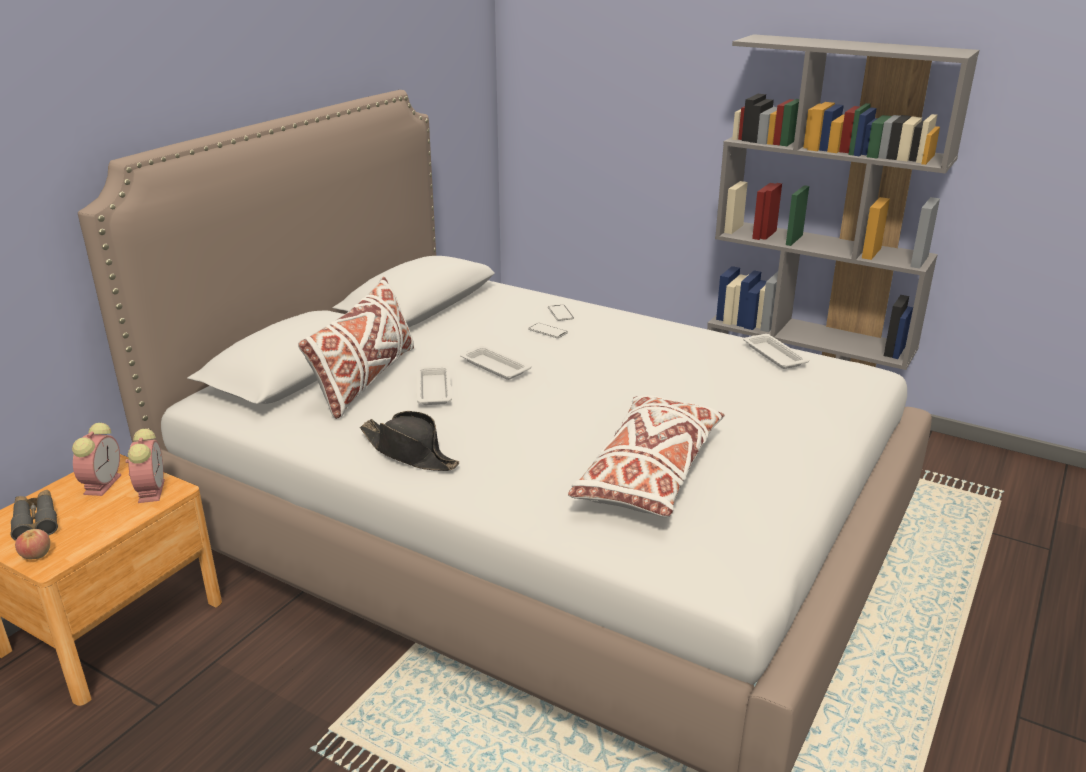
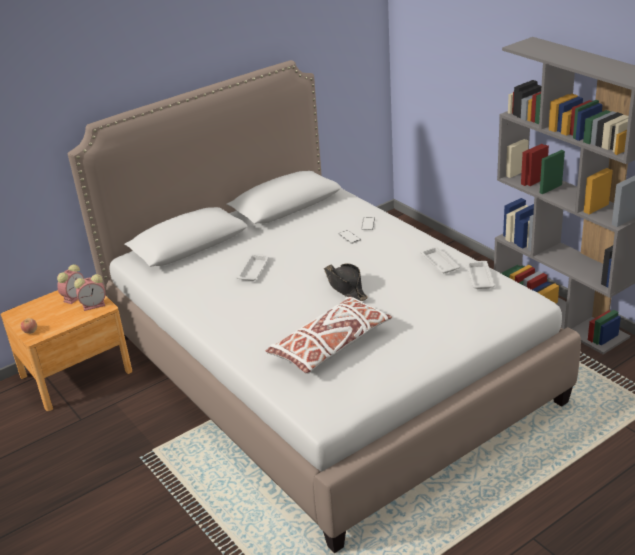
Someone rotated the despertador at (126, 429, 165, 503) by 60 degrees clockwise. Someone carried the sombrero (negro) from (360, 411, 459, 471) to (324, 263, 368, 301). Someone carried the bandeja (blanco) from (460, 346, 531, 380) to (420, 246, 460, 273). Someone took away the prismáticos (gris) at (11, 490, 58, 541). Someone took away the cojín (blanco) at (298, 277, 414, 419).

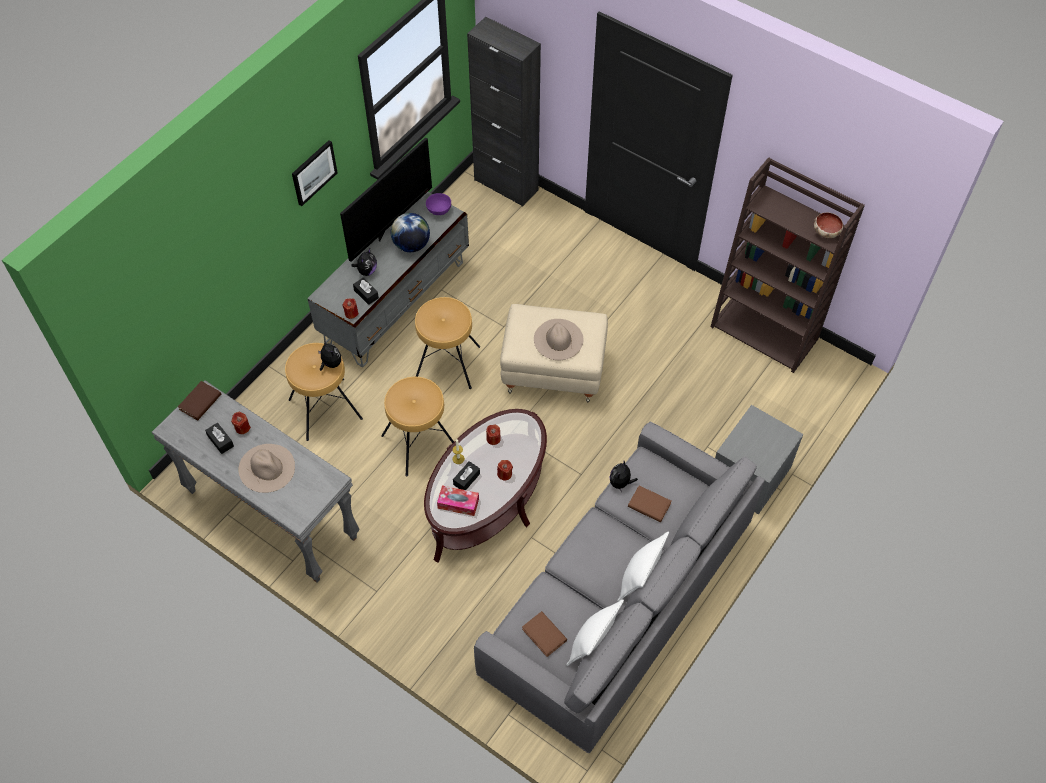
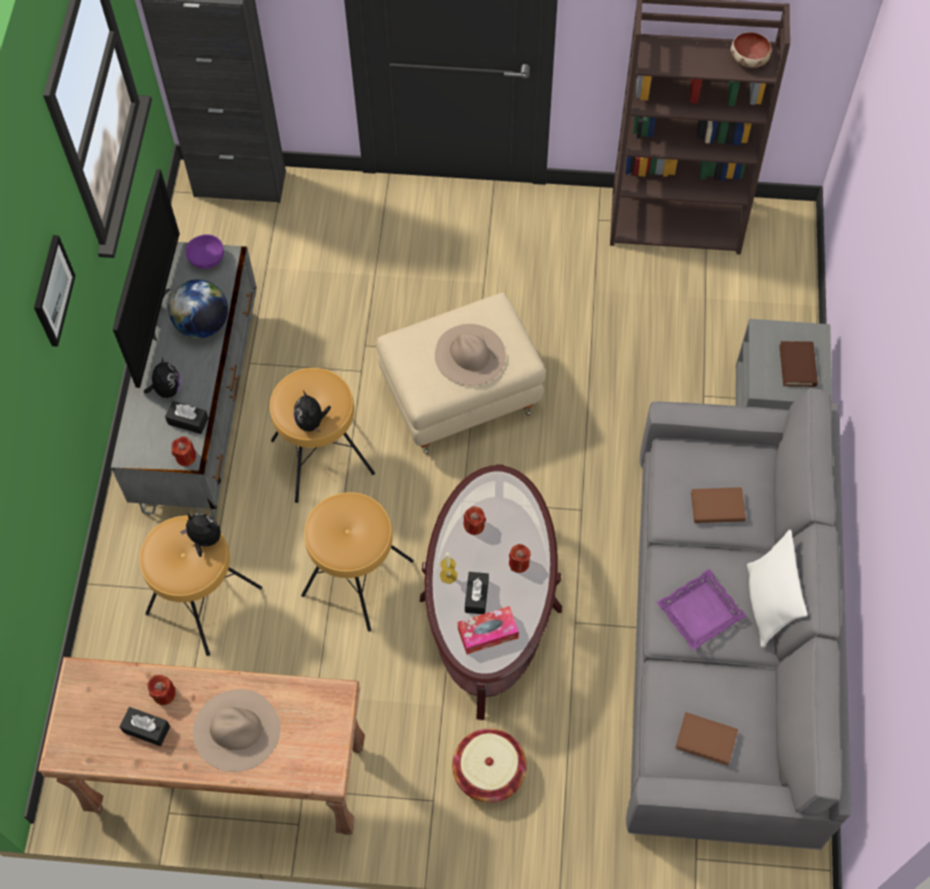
Someone repainted the mesa consola (gris) at (151, 380, 360, 583), which became the mesa consola (marrón) at (38, 657, 365, 835). Someone carried the peluche from (610, 461, 638, 492) to (294, 391, 331, 433). Someone put down the cesta at (452, 729, 527, 803). Someone put down the bandeja (morado) at (656, 569, 747, 651). Someone carried the libro (marrón) from (178, 381, 221, 421) to (779, 341, 818, 387). Someone took away the cojín (blanco) at (566, 599, 624, 666).

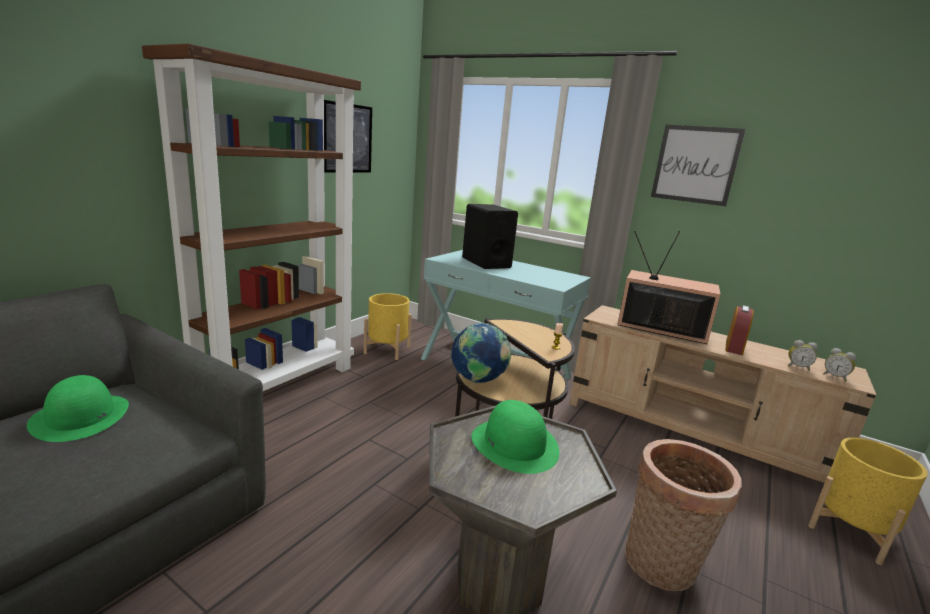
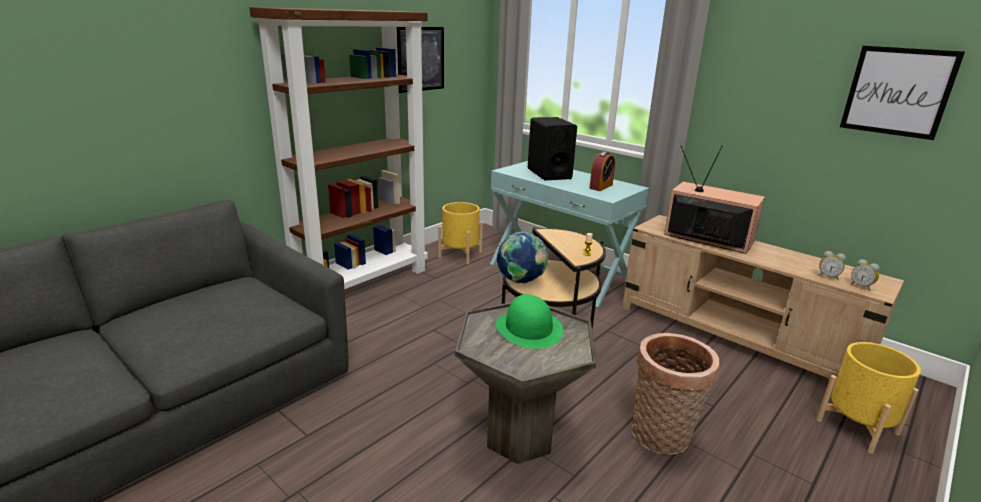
Someone carried the despertador from (725, 305, 754, 355) to (589, 152, 615, 191). Someone carried the cuadro from (651, 124, 746, 206) to (840, 46, 965, 140). Someone took away the sombrero (verde) at (27, 375, 129, 442).

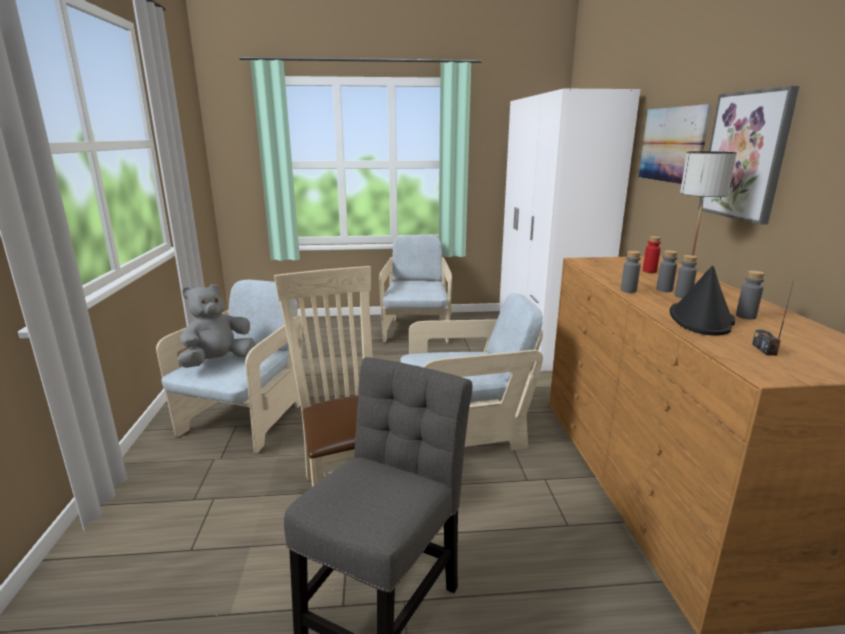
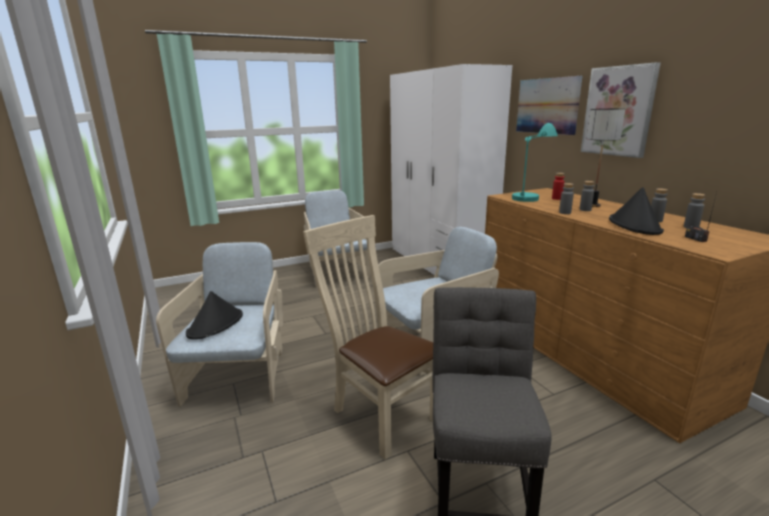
Someone swapped the peluche (gris) at (177, 284, 255, 368) for the sombrero (negro) at (186, 291, 243, 340). Someone put down the lámpara de mesa (turquesa) at (512, 123, 558, 202). Someone carried the botella (gris) from (675, 255, 698, 298) to (684, 193, 705, 228).

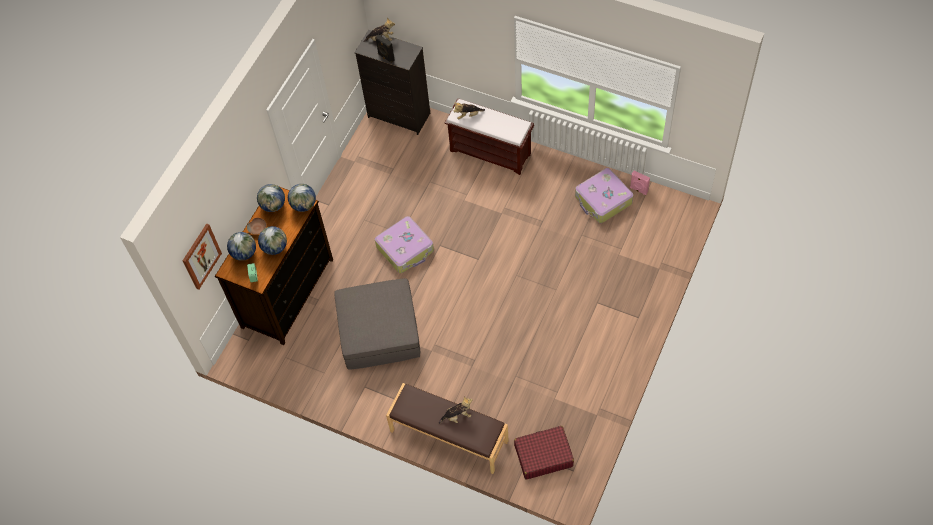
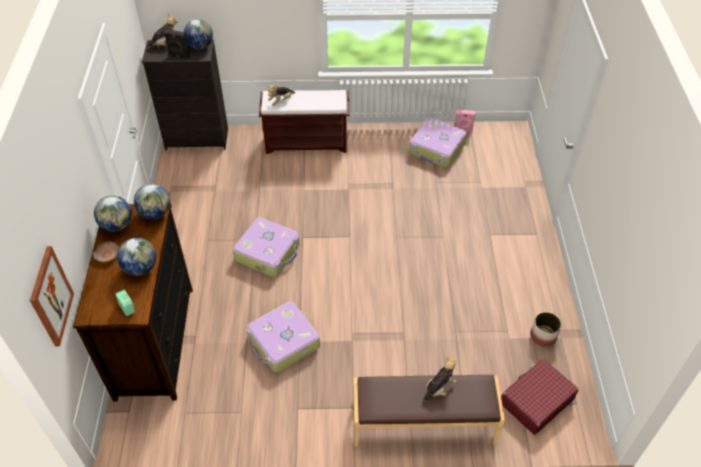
Someone carried the globo terráqueo from (227, 232, 256, 261) to (184, 19, 213, 49). Someone swapped the puf (gris) at (334, 278, 420, 370) for the maleta at (247, 301, 320, 372). Someone put down the maceta at (530, 312, 562, 347).

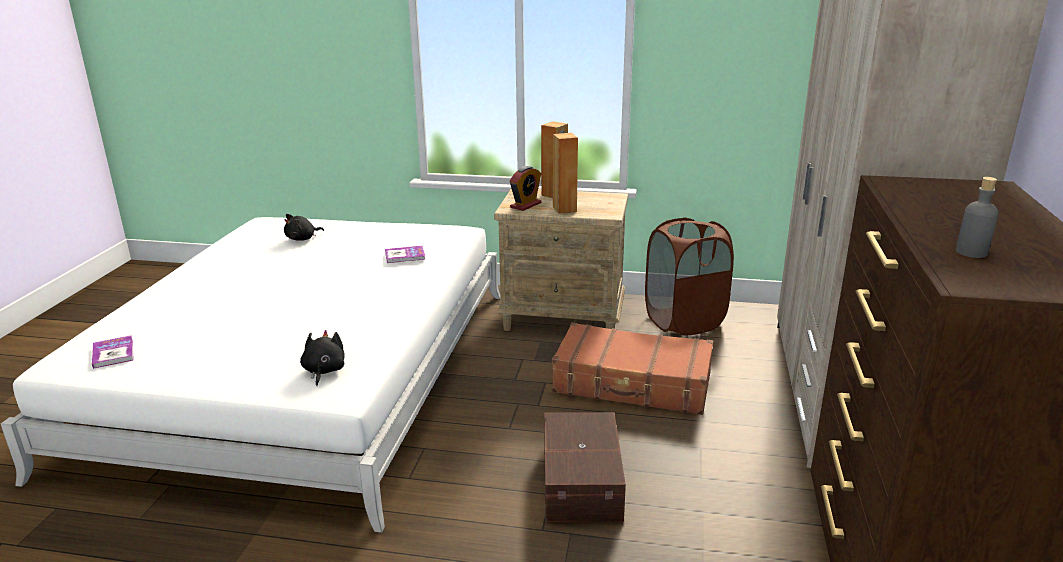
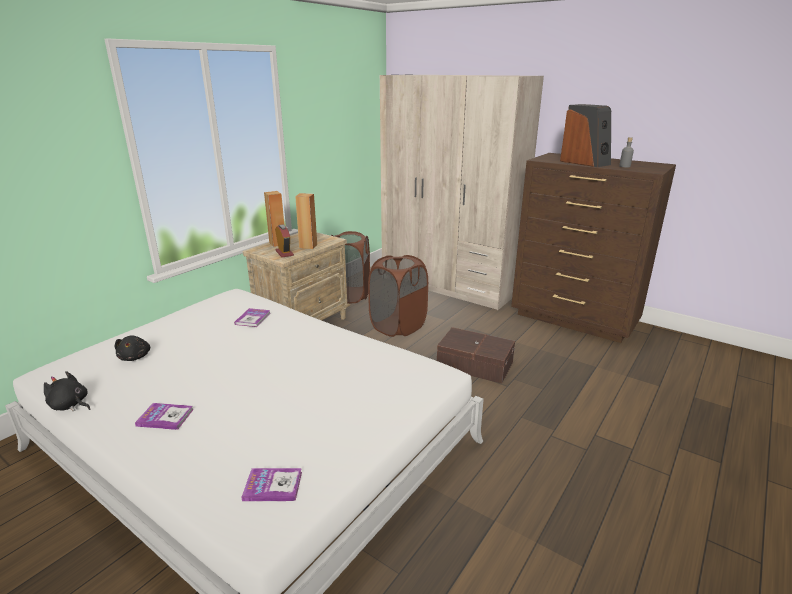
Someone carried the peluche (negro) from (300, 330, 345, 386) to (44, 371, 90, 411). Someone put down the libro at (135, 403, 194, 430). Someone swapped the maleta (marrón) at (552, 323, 713, 415) for the cesto de la ropa (marrón) at (368, 255, 428, 337). Someone put down the altavoz at (560, 104, 611, 167).

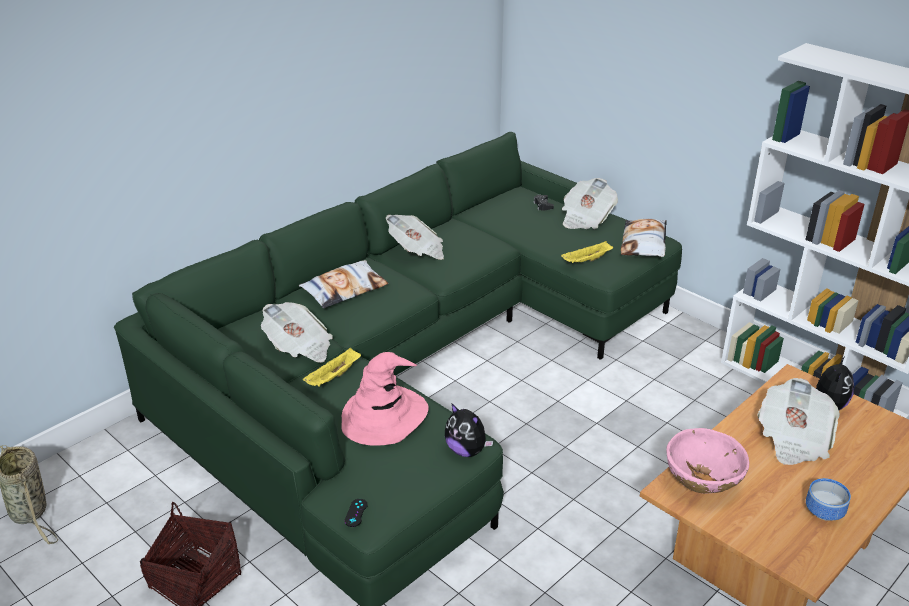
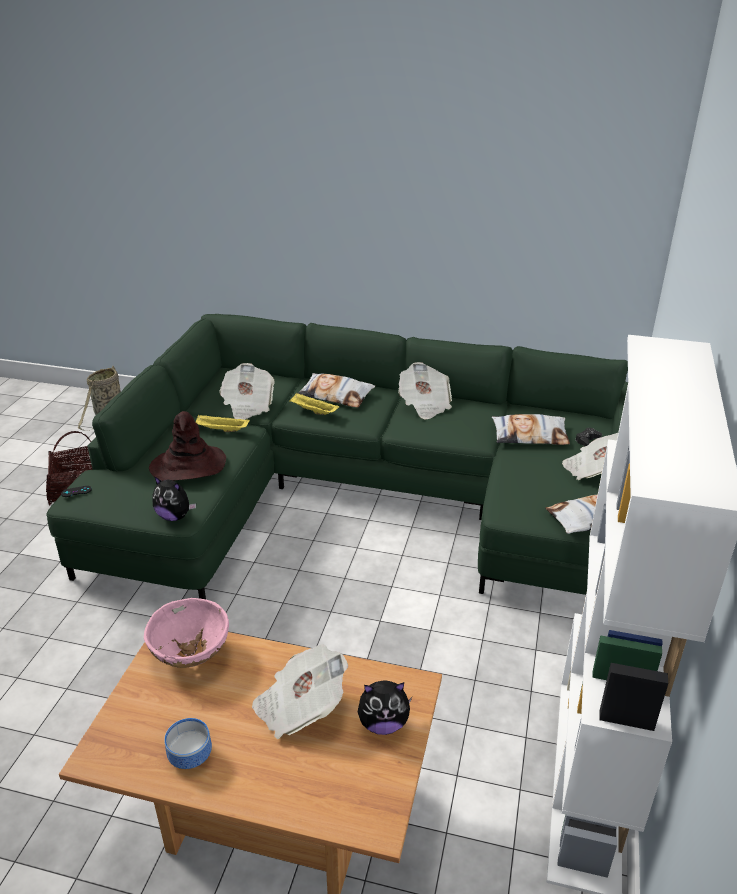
Someone repainted the sombrero (rosa) at (341, 352, 429, 446), which became the sombrero (marrón) at (149, 411, 226, 481). Someone rotated the peluche at (445, 403, 493, 457) by 75 degrees counterclockwise. Someone carried the bandeja (amarillo) from (561, 241, 613, 263) to (289, 393, 339, 415). Someone put down the cojín at (492, 414, 570, 445).

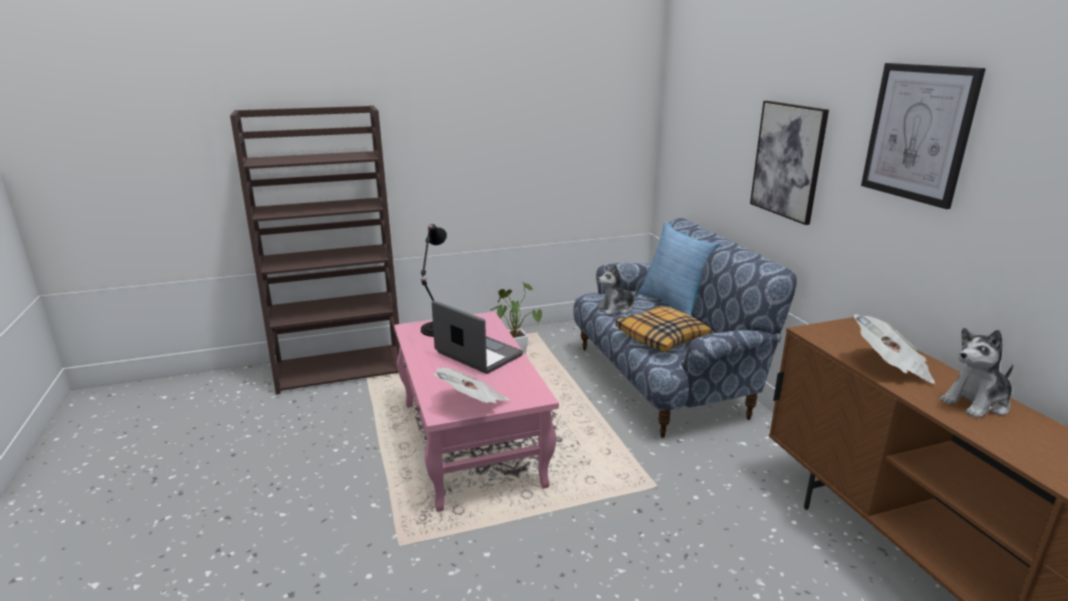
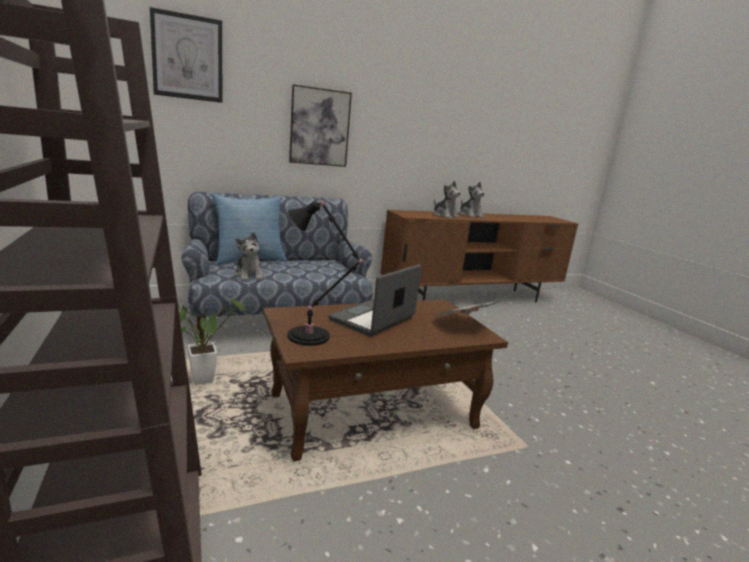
Someone carried the cuadro from (861, 63, 986, 209) to (150, 7, 222, 103). Someone repainted the mesa de centro (rosa) at (394, 312, 559, 512), which became the mesa de centro (marrón) at (263, 299, 508, 461). Someone swapped the periódico at (854, 314, 935, 384) for the peluche at (434, 181, 461, 218). Someone took away the cojín at (616, 306, 712, 352).

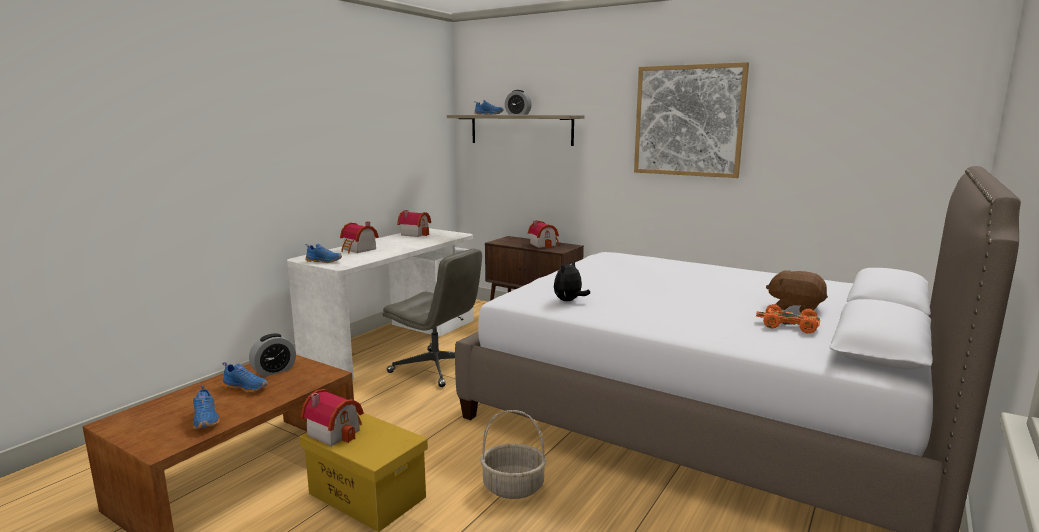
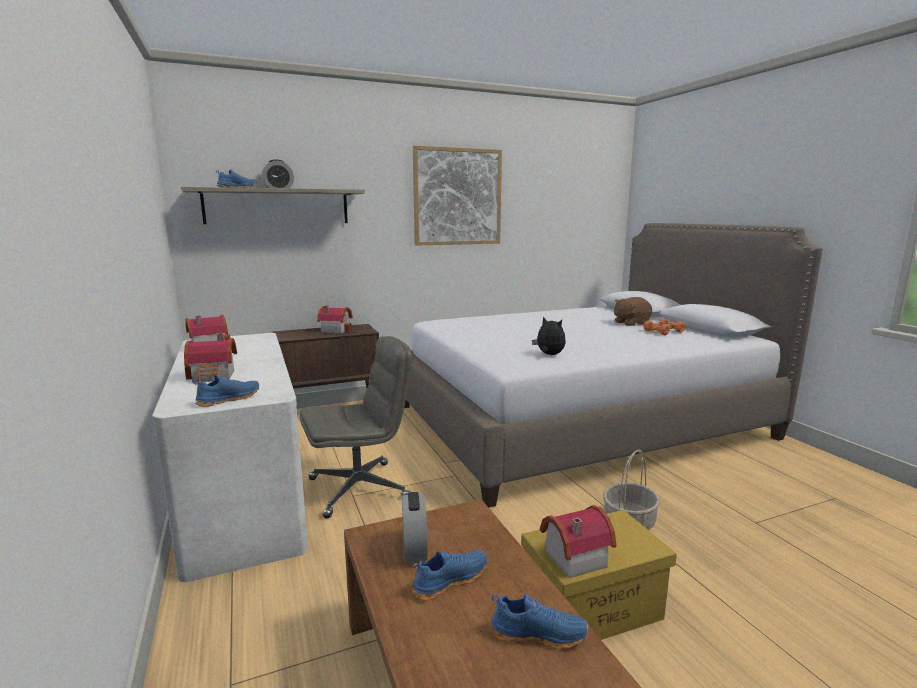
Someone rotated the peluche at (554, 260, 590, 301) by 150 degrees clockwise.

